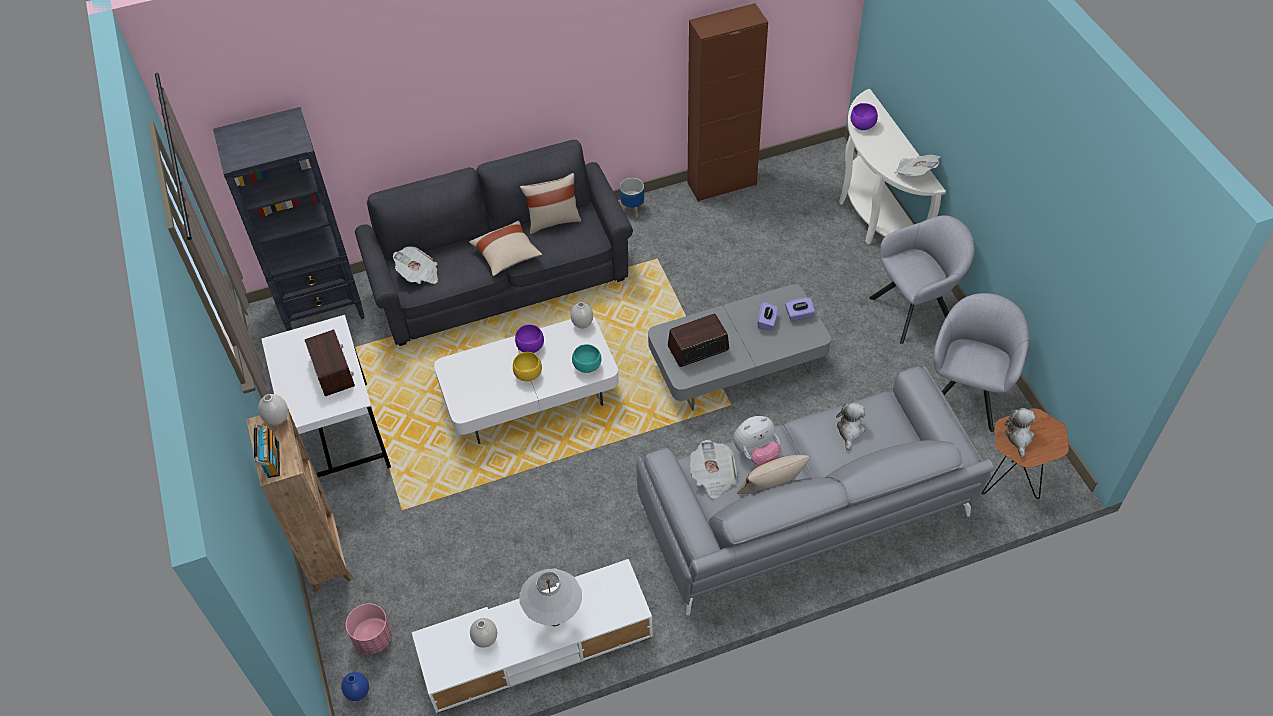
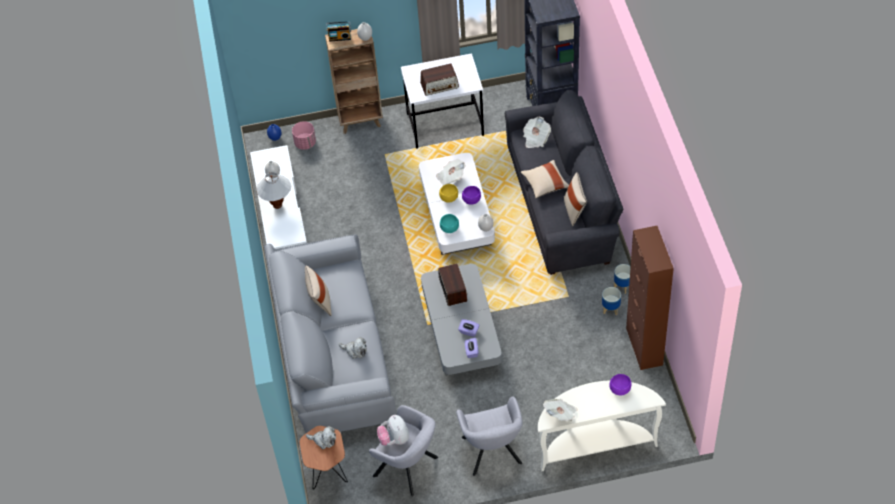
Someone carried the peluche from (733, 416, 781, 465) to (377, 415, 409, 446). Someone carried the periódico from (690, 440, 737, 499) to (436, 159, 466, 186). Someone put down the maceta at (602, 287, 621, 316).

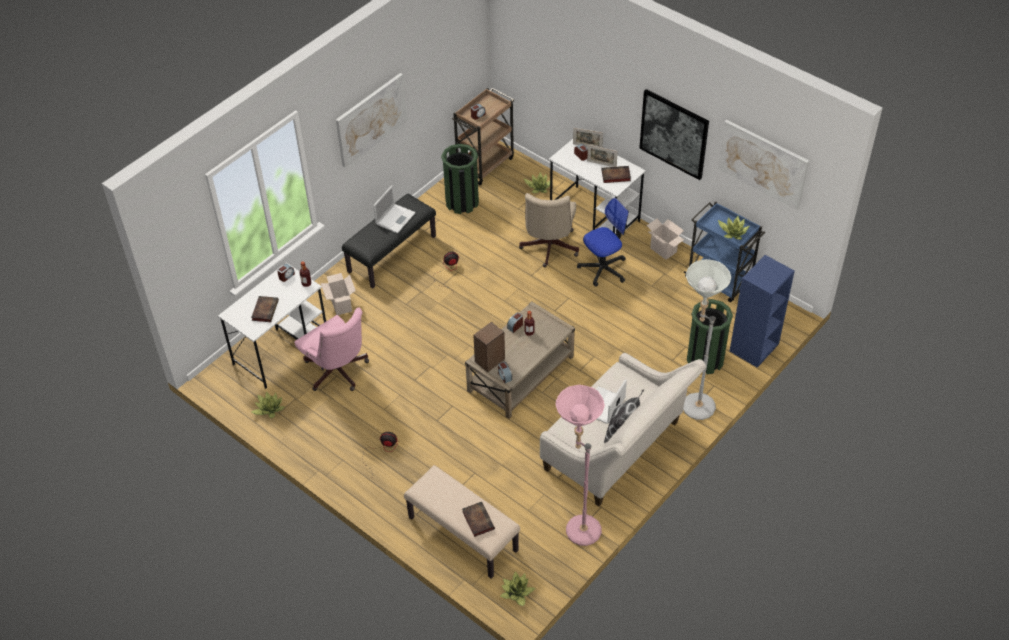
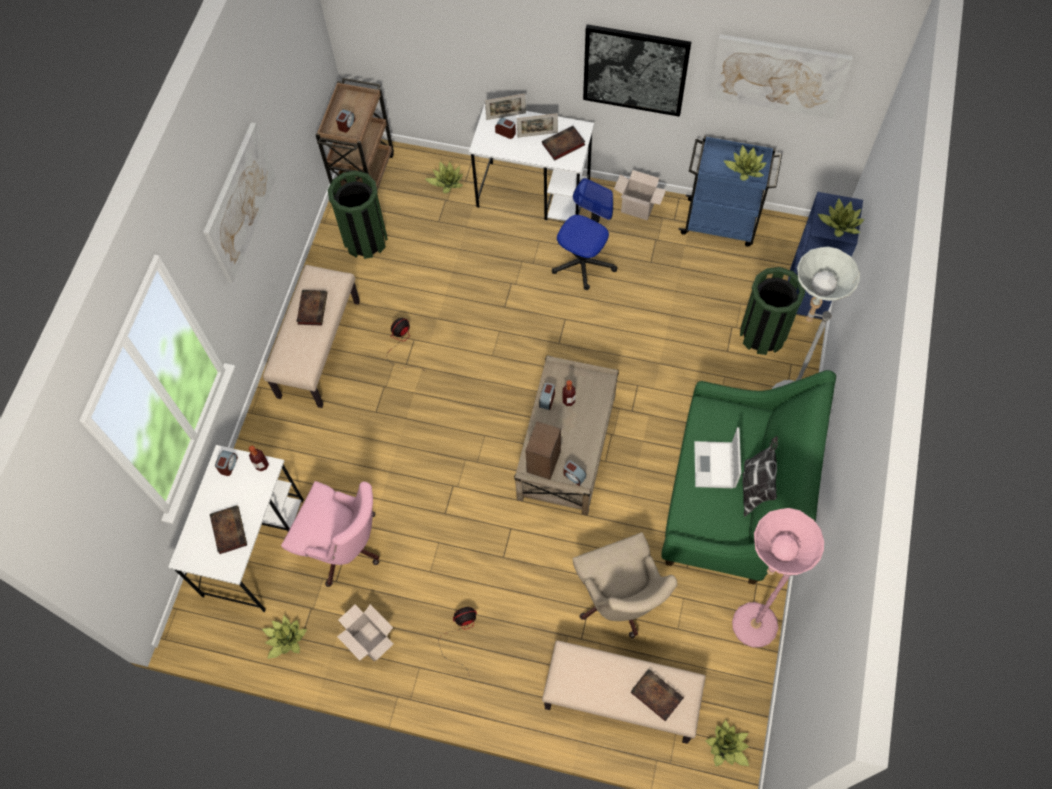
Someone repainted the banco (negro) at (342, 194, 436, 288), which became the banco (beis) at (263, 265, 360, 408). Someone swapped the portátil at (373, 185, 416, 233) for the libro at (296, 290, 327, 326). Someone carried the caja de cartón from (321, 273, 356, 315) to (337, 604, 394, 661). Someone carried the silla de oficina (beis) from (519, 193, 579, 267) to (573, 532, 677, 639). Someone repainted the sofá (beis) at (540, 353, 706, 506), which became the sofá (verde) at (661, 370, 836, 585). Someone put down the planta en maceta at (818, 199, 865, 237).

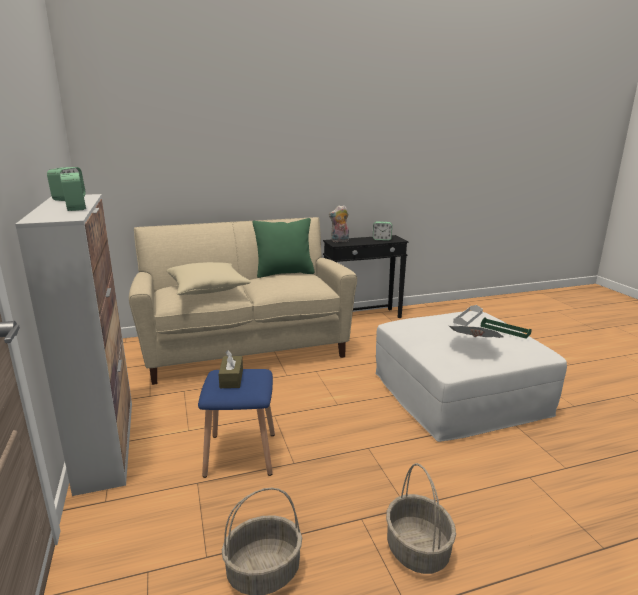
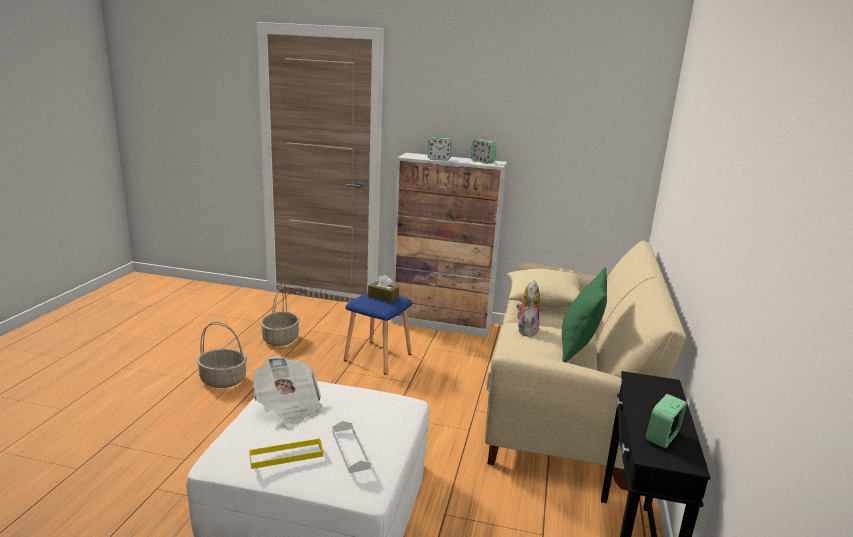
Someone repainted the bandeja (verde) at (480, 317, 532, 339), which became the bandeja (amarillo) at (249, 438, 323, 469). Someone carried the peluche from (329, 205, 349, 242) to (516, 279, 540, 337).

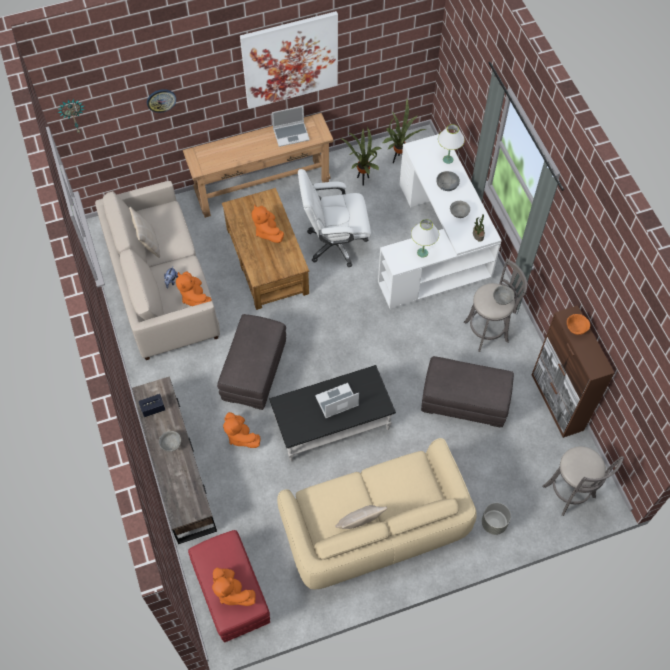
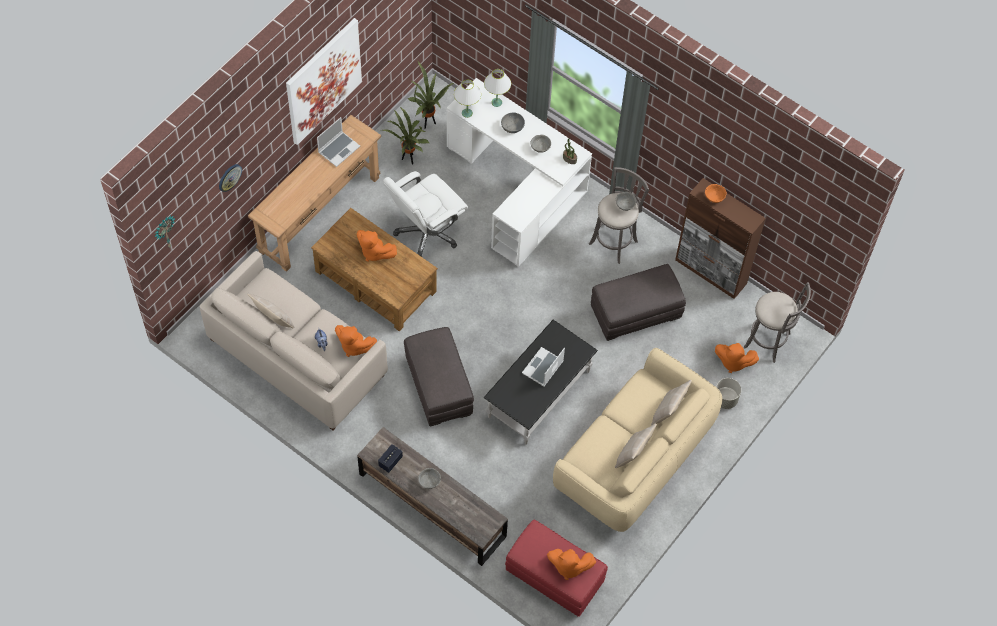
Someone carried the lámpara de mesa (blanco) from (411, 219, 439, 258) to (454, 80, 481, 118). Someone put down the cojín (beis) at (651, 380, 692, 425). Someone carried the peluche (naranja) from (223, 412, 261, 448) to (715, 343, 759, 373).

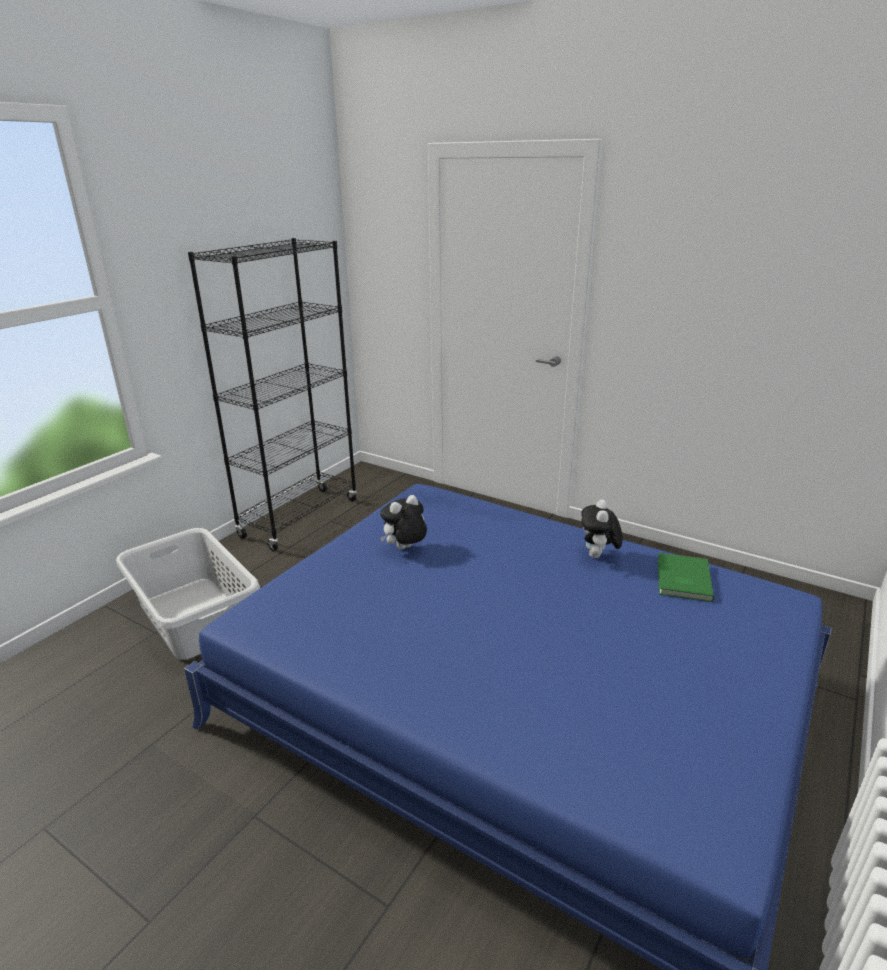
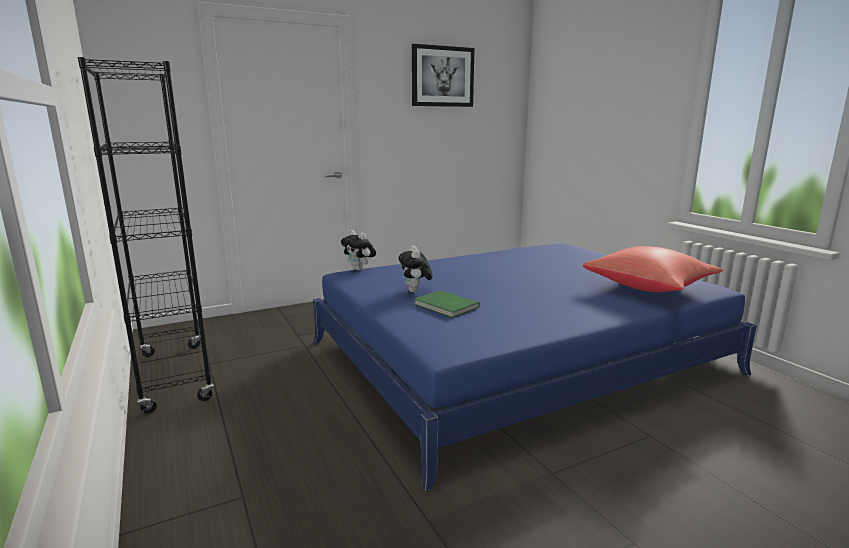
Someone carried the peluche from (581, 499, 623, 558) to (341, 230, 376, 271). Someone put up the cuadro at (412, 44, 475, 107). Someone carried the libro (verde) from (658, 553, 714, 602) to (414, 290, 480, 318). Someone put down the cojín (rojo) at (583, 246, 723, 292). Someone took away the cesto de la ropa (gris) at (116, 528, 260, 660).

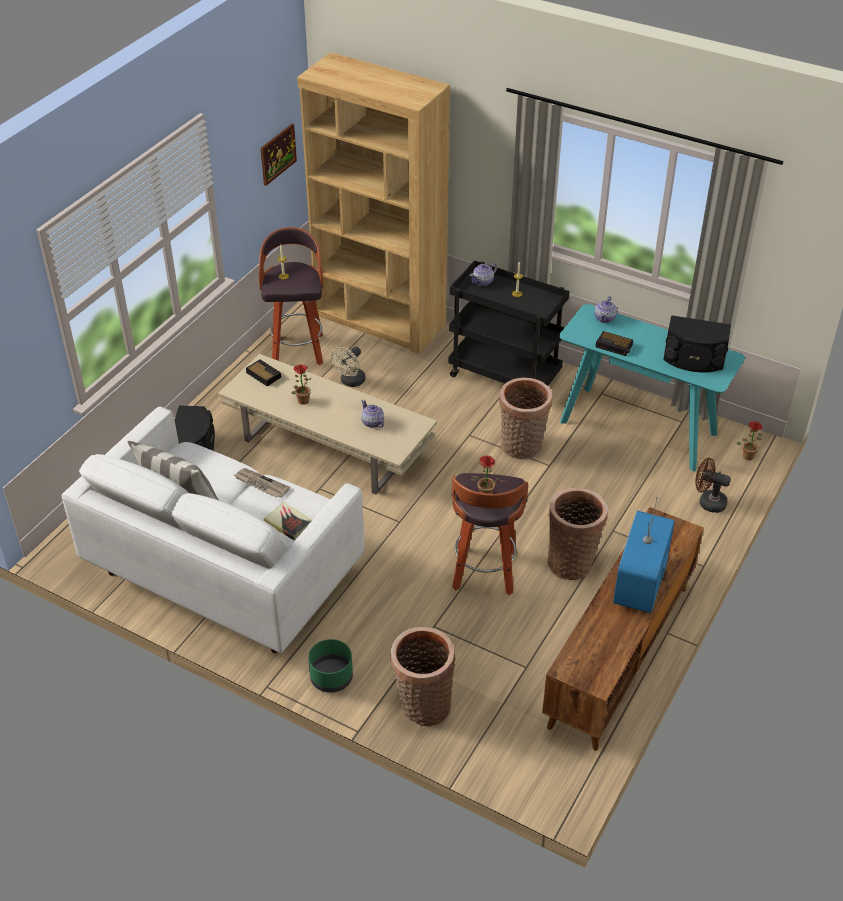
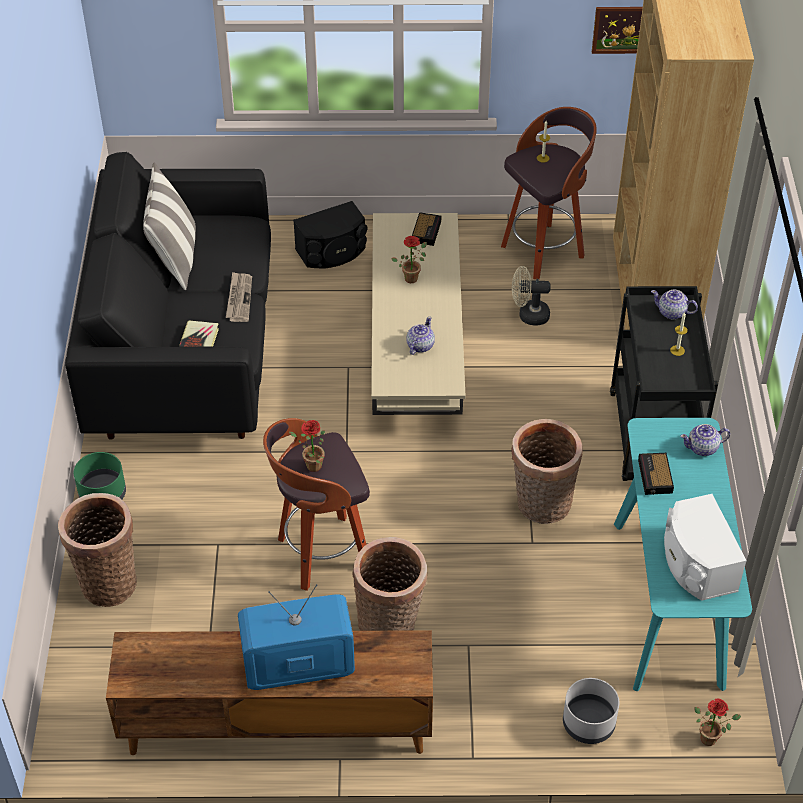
Someone repainted the sofá (blanco) at (62, 407, 365, 653), which became the sofá (negro) at (65, 152, 271, 439). Someone swapped the ventilador (marrón) at (695, 458, 731, 513) for the maceta (gris) at (563, 678, 619, 744). Someone repainted the altavoz (negro) at (663, 315, 731, 373), which became the altavoz (blanco) at (664, 494, 747, 601).

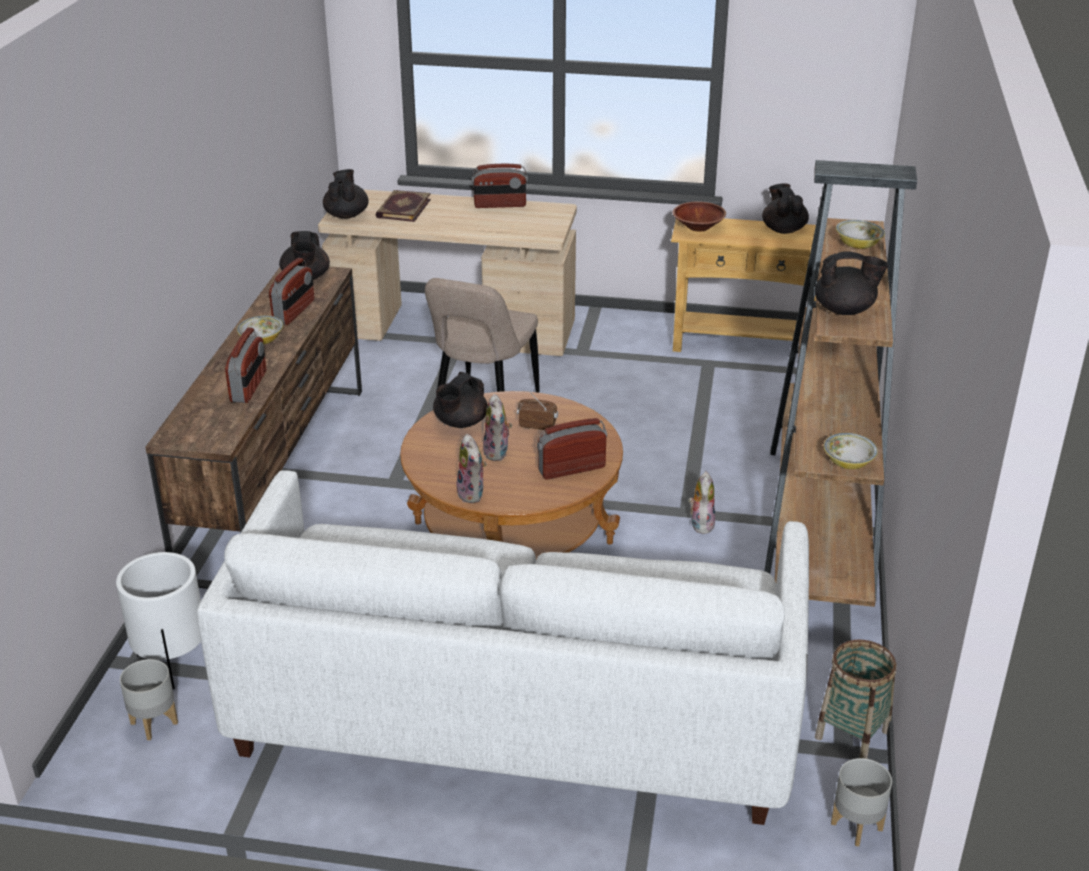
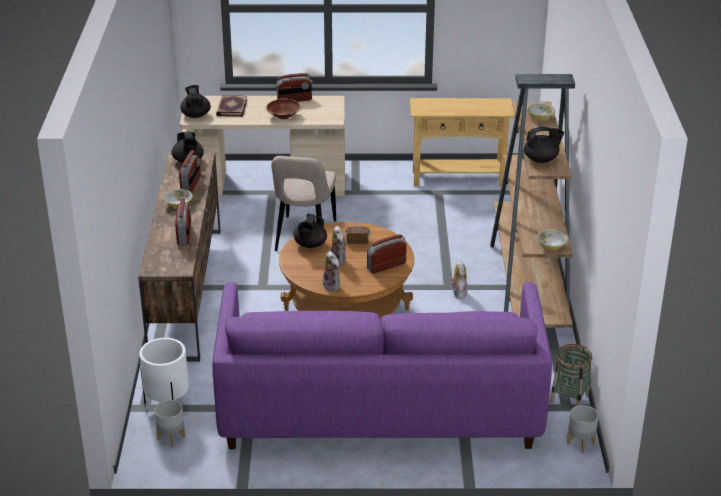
Someone repainted the sofá (blanco) at (197, 470, 809, 825), which became the sofá (morado) at (212, 282, 552, 449). Someone carried the cuenco (marrón) from (673, 202, 726, 232) to (266, 99, 301, 119). Someone took away the tetera (negro) at (762, 183, 809, 234).

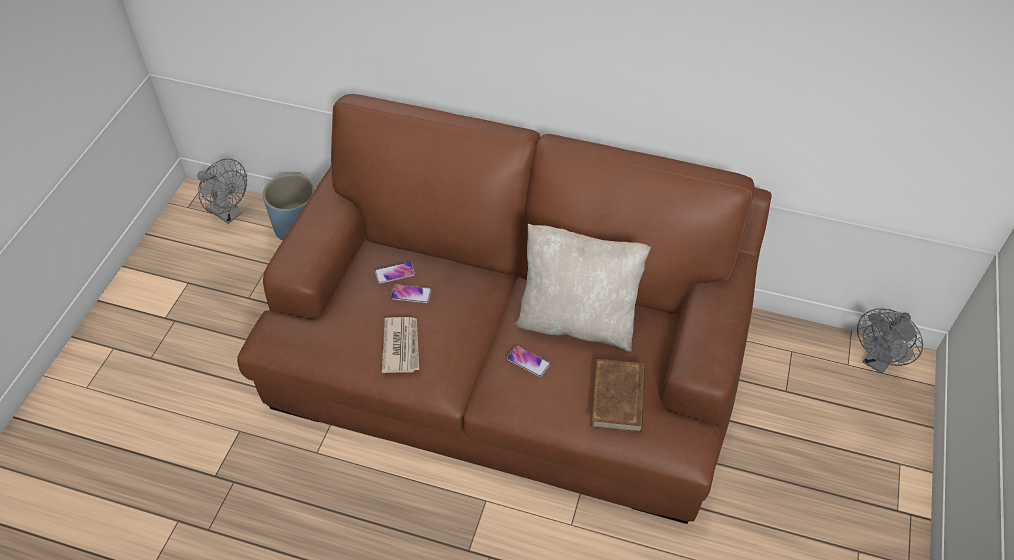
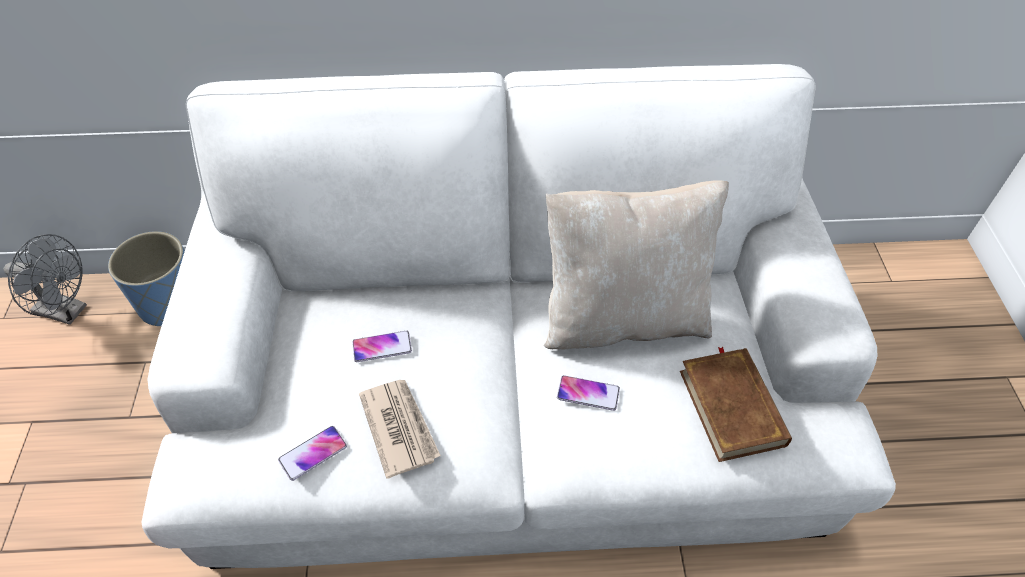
Someone repainted the sofá (marrón) at (237, 94, 772, 524), which became the sofá (blanco) at (141, 64, 896, 569). Someone carried the móvil from (375, 262, 415, 284) to (278, 426, 347, 481). Someone took away the ventilador (gris) at (857, 308, 923, 374).

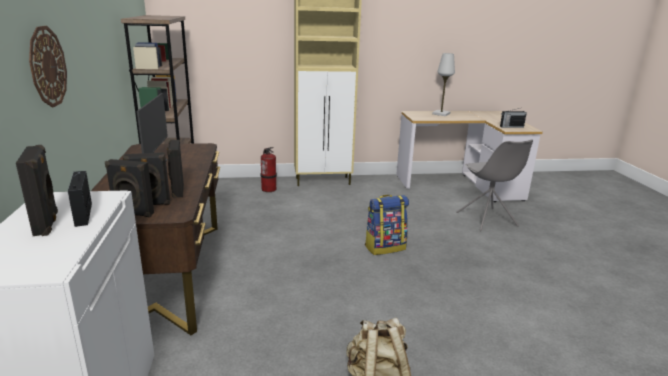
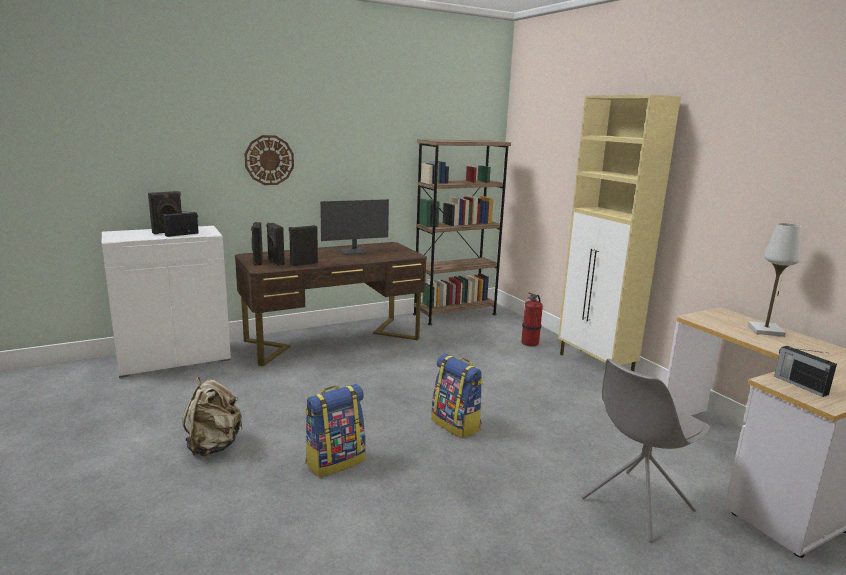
Someone put down the mochila at (305, 384, 366, 478).

